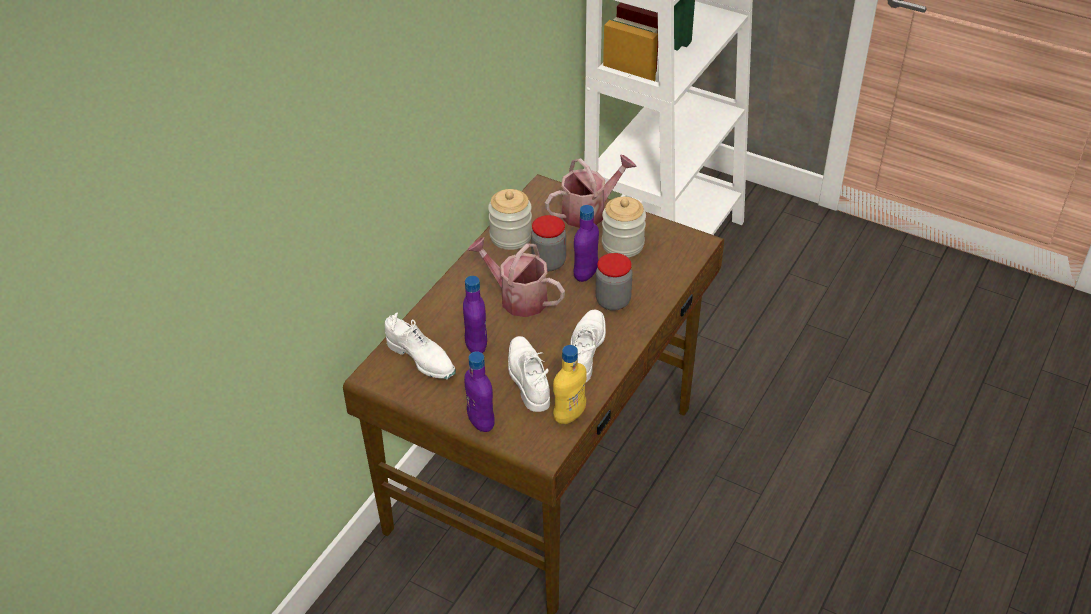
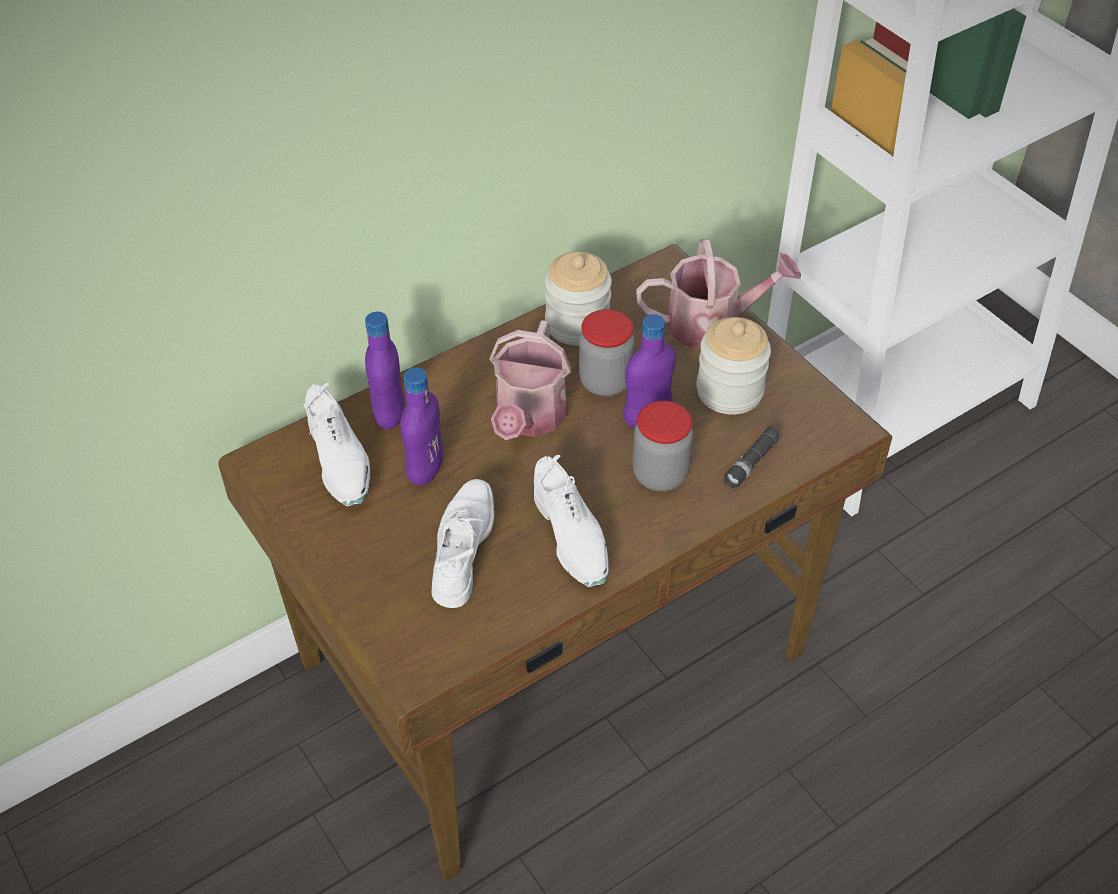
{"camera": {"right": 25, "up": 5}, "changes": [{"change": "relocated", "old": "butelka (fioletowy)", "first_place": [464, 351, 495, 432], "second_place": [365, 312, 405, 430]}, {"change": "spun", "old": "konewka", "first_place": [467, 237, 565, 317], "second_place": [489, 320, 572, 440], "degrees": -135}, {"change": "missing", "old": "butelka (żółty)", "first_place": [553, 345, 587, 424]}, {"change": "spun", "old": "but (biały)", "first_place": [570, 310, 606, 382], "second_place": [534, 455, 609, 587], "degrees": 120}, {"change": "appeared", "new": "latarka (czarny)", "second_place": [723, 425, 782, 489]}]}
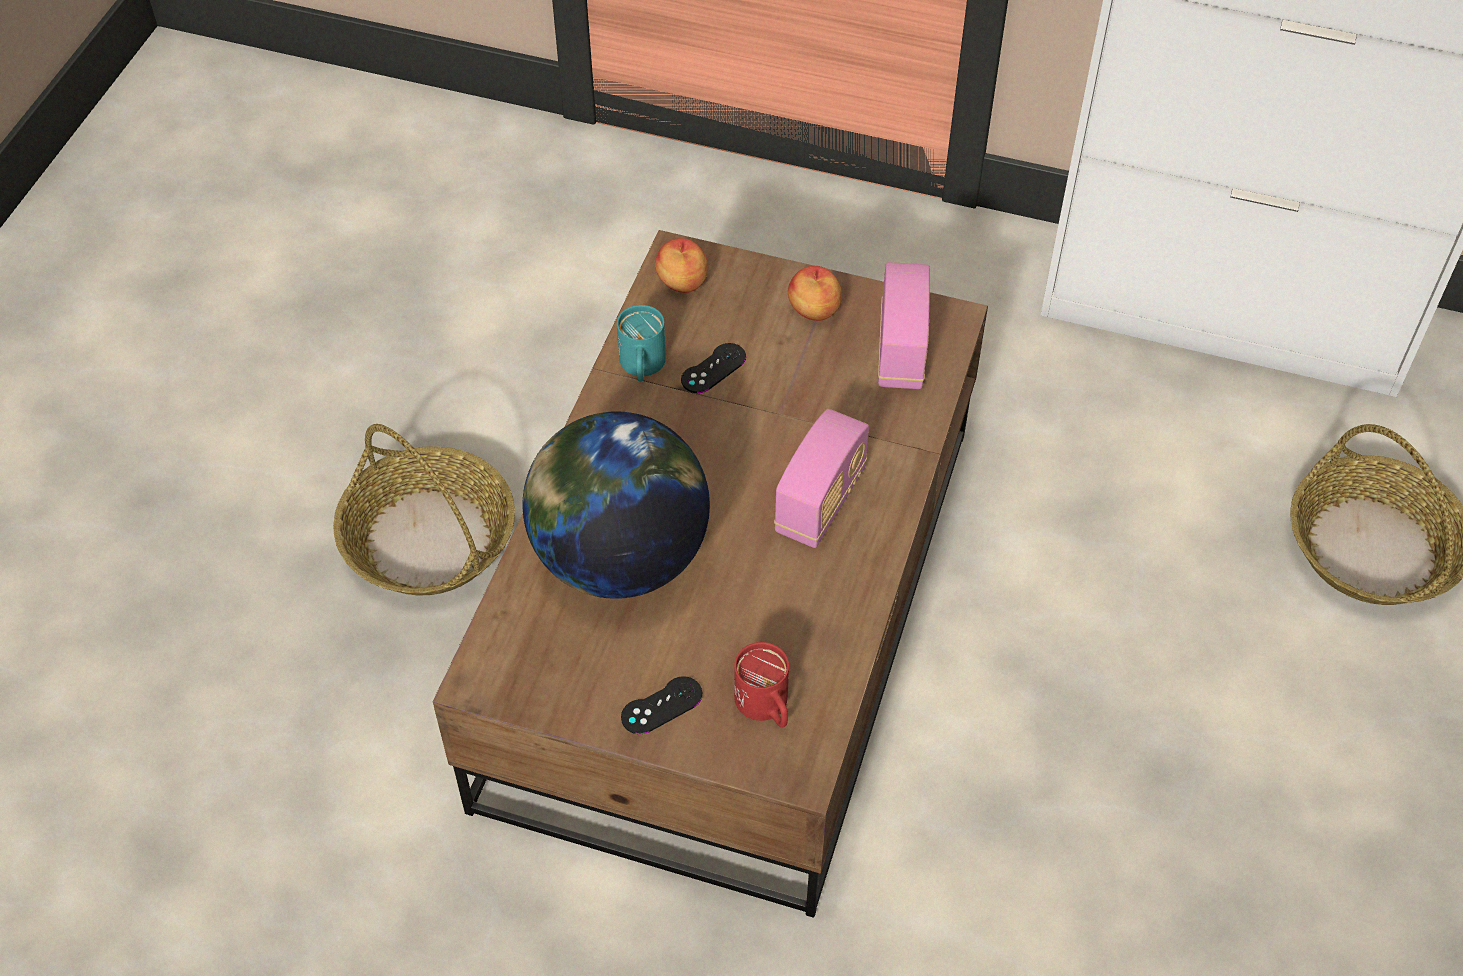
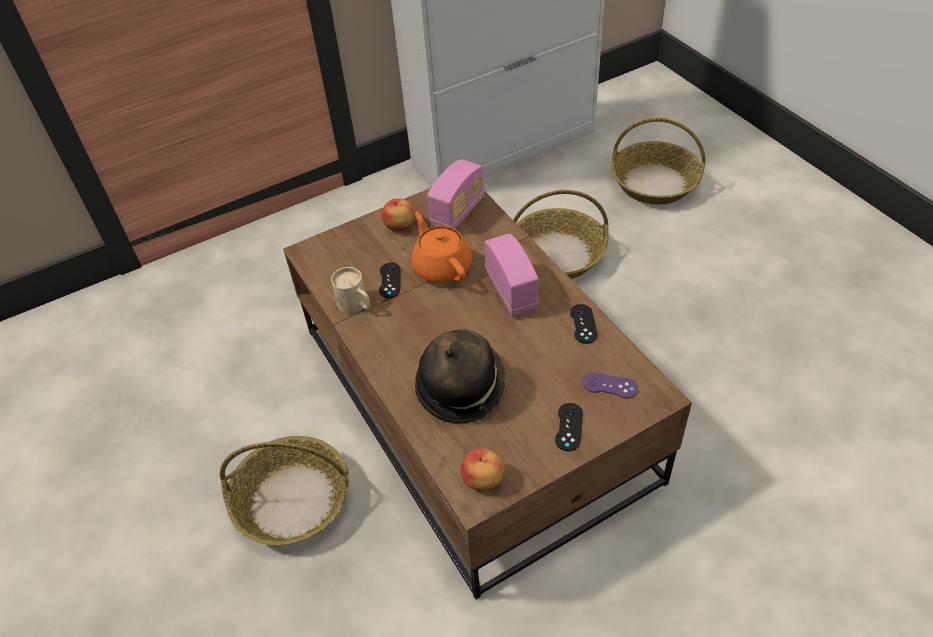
{"camera": {"right": -45, "up": -5}, "changes": [{"change": "exchanged", "old": "globus", "new": "kapelusz", "first_place": [522, 411, 710, 599], "second_place": [415, 329, 506, 424]}, {"change": "colour", "old": "kubek (turkusowy)", "new": "kubek (beżowy)", "first_place": [617, 305, 666, 382], "second_place": [331, 267, 370, 313]}, {"change": "relocated", "old": "jabłko", "first_place": [655, 238, 708, 293], "second_place": [461, 448, 505, 490]}, {"change": "exchanged", "old": "kubek (czerwony)", "new": "pad do gier (fioletowy)", "first_place": [734, 642, 789, 728], "second_place": [583, 373, 638, 398]}, {"change": "spun", "old": "radio", "first_place": [878, 262, 930, 389], "second_place": [427, 159, 485, 229], "degrees": 75}, {"change": "appeared", "new": "imbryk (pomarańczowy)", "second_place": [412, 212, 472, 283]}, {"change": "appeared", "new": "koszyk", "second_place": [513, 190, 609, 279]}, {"change": "appeared", "new": "pad do gier (czarny)", "second_place": [570, 304, 598, 344]}]}
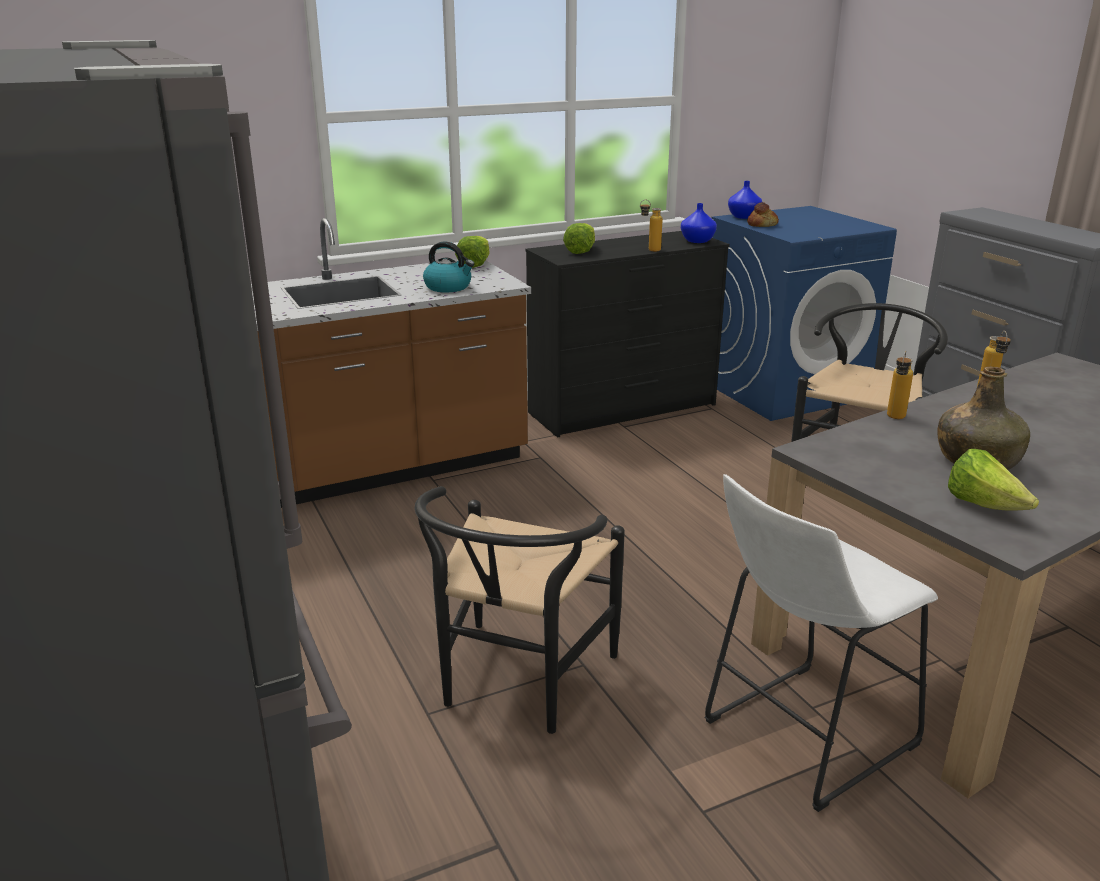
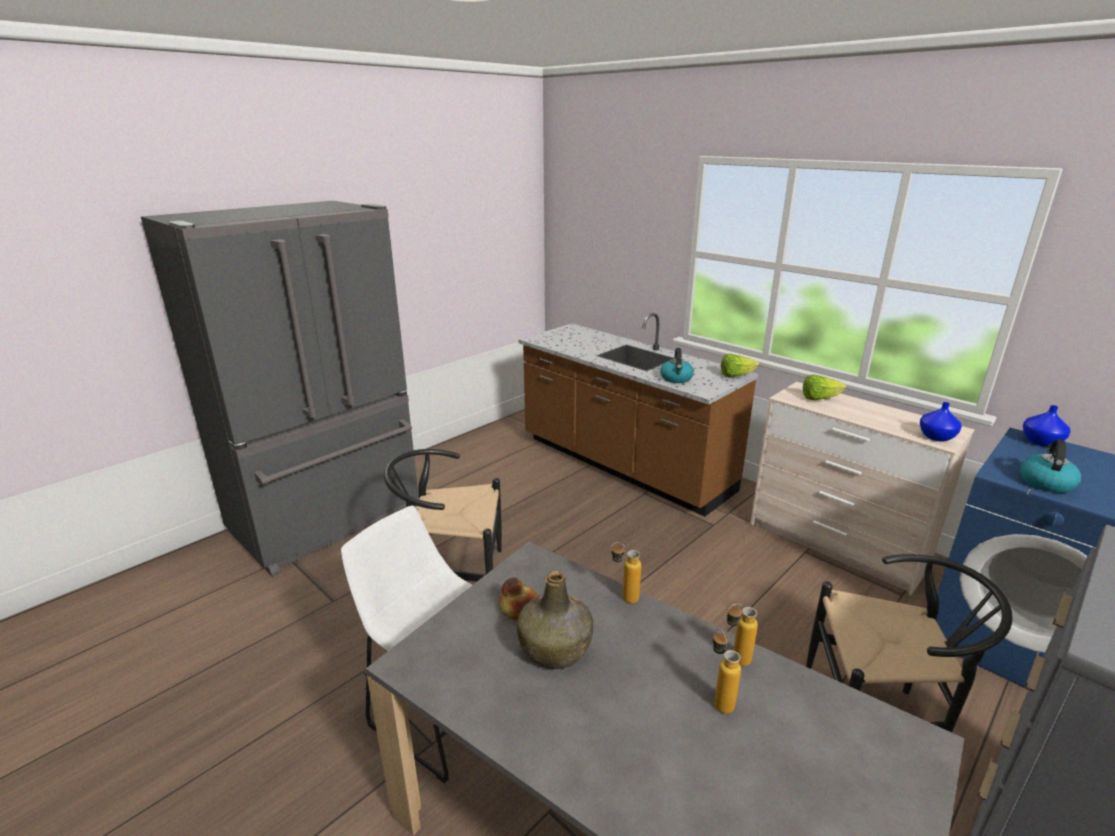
{"camera": {"right": 70, "up": 0}, "changes": [{"change": "colour", "old": "komoda (czarny)", "new": "komoda (beżowy)", "first_place": [526, 231, 730, 438], "second_place": [750, 382, 975, 595]}, {"change": "relocated", "old": "butelka", "first_place": [640, 200, 663, 252], "second_place": [713, 628, 741, 714]}, {"change": "relocated", "old": "chleb", "first_place": [747, 202, 779, 227], "second_place": [499, 577, 538, 620]}, {"change": "missing", "old": "sałata", "first_place": [948, 449, 1039, 511]}, {"change": "appeared", "new": "czajnik", "second_place": [1020, 439, 1081, 493]}]}
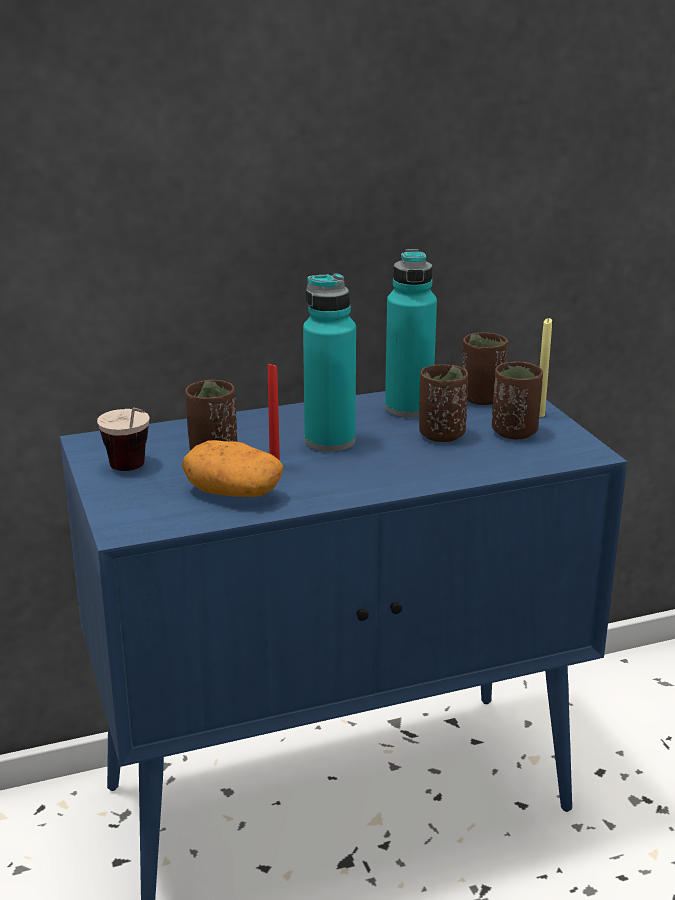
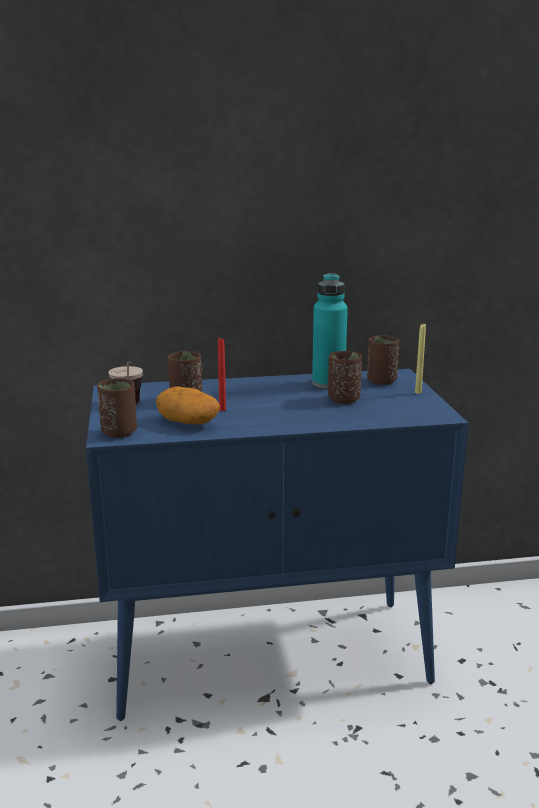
{"camera": {"right": 10, "up": -5}, "changes": [{"change": "missing", "old": "butelka (turkusowy)", "first_place": [303, 274, 356, 452]}, {"change": "relocated", "old": "filiżanka (brązowy)", "first_place": [492, 362, 543, 439], "second_place": [97, 378, 137, 438]}]}
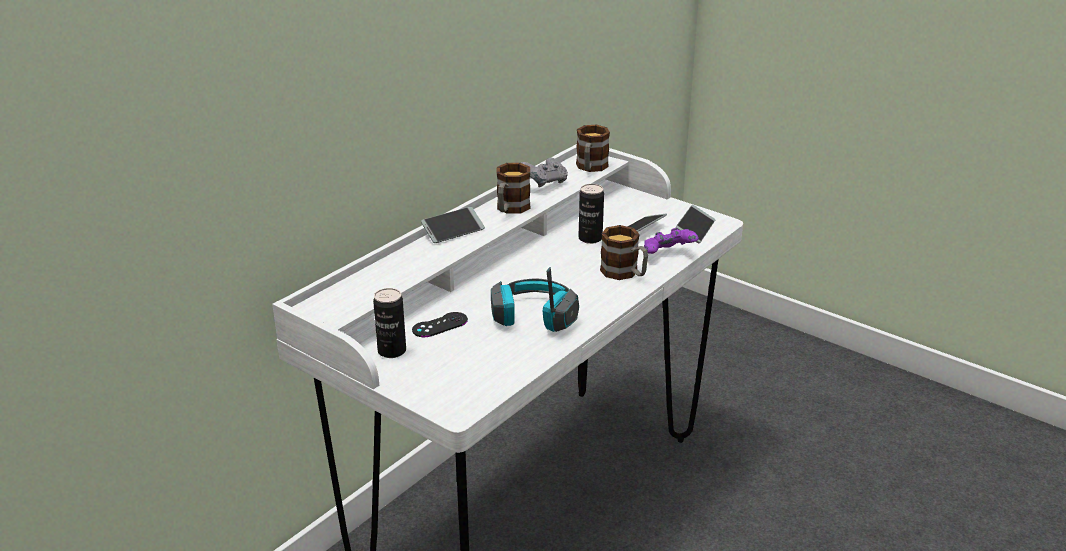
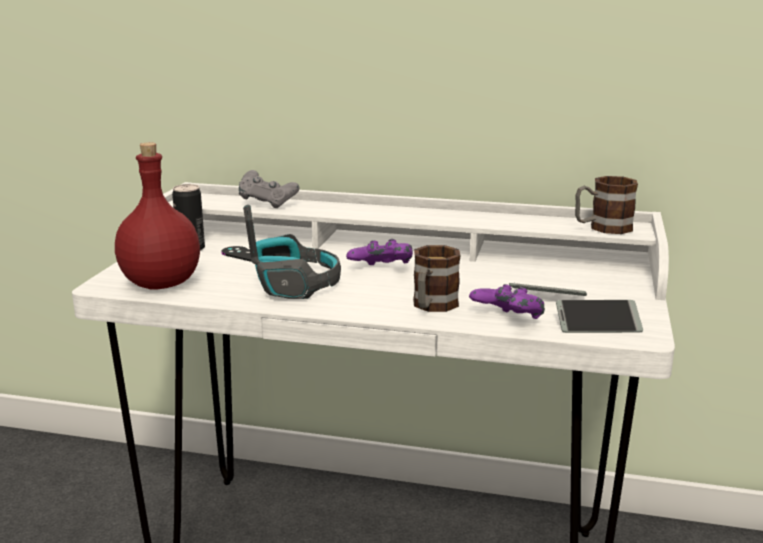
{"camera": {"right": 65, "up": -10}, "changes": [{"change": "missing", "old": "telefon", "first_place": [421, 207, 485, 243]}, {"change": "missing", "old": "kubek", "first_place": [497, 163, 530, 214]}, {"change": "relocated", "old": "pad do gier (szary)", "first_place": [521, 157, 568, 187], "second_place": [239, 170, 299, 208]}, {"change": "missing", "old": "puszka", "first_place": [579, 184, 604, 244]}, {"change": "appeared", "new": "butelka (czerwony)", "second_place": [115, 142, 200, 289]}, {"change": "appeared", "new": "pad do gier (fioletowy)", "second_place": [346, 239, 413, 265]}]}
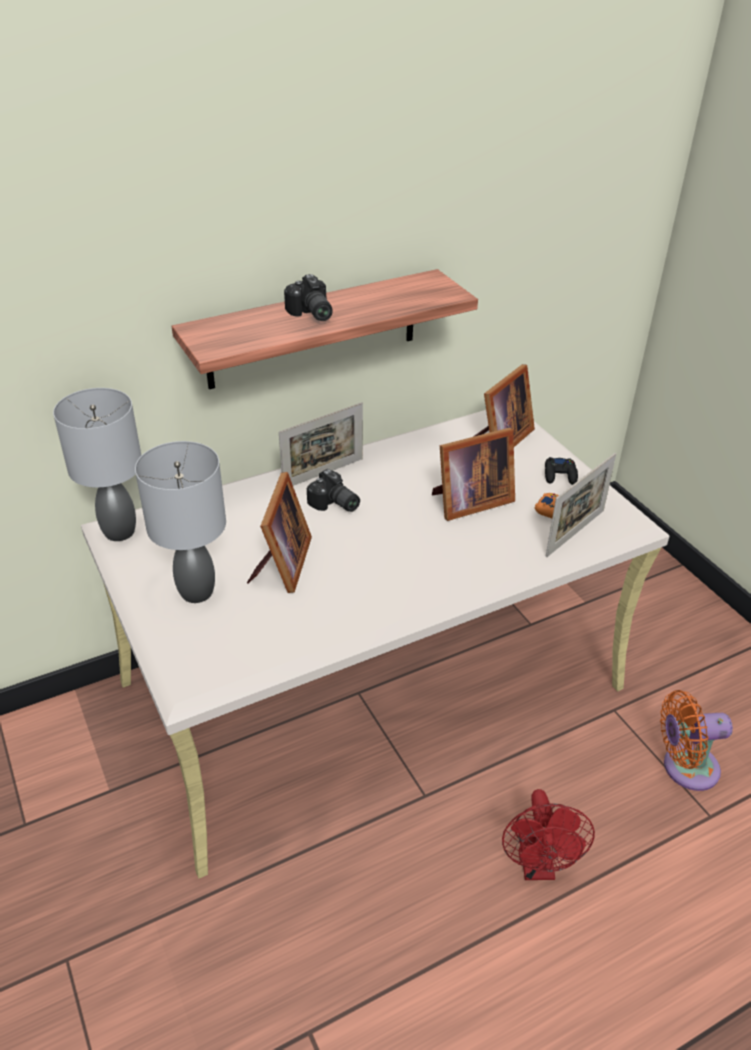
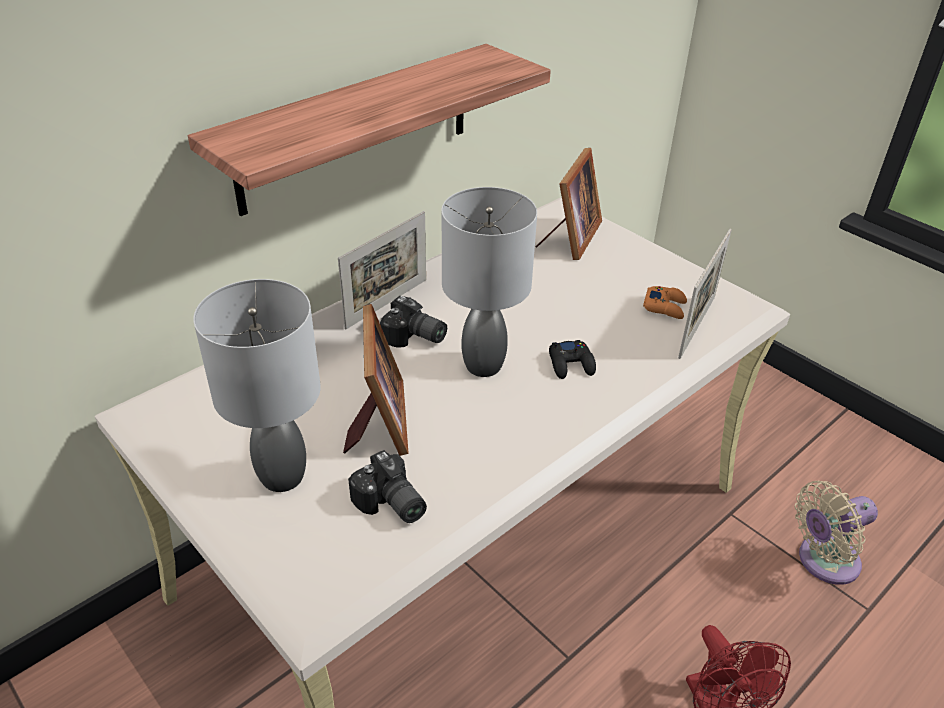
{"camera": {"right": -15, "up": 0}, "changes": [{"change": "relocated", "old": "lampa stołowa (szary)", "first_place": [53, 388, 142, 541], "second_place": [442, 187, 537, 377]}, {"change": "relocated", "old": "aparat fotograficzny", "first_place": [284, 274, 333, 321], "second_place": [348, 450, 427, 523]}, {"change": "missing", "old": "ramka na zdjęcie", "first_place": [432, 428, 515, 521]}, {"change": "relocated", "old": "pad do gier (czarny)", "first_place": [545, 457, 578, 485], "second_place": [549, 340, 596, 379]}, {"change": "colour", "old": "wentylator (pomarańczowy)", "new": "wentylator (beżowy)", "first_place": [660, 690, 733, 791], "second_place": [795, 481, 878, 585]}]}
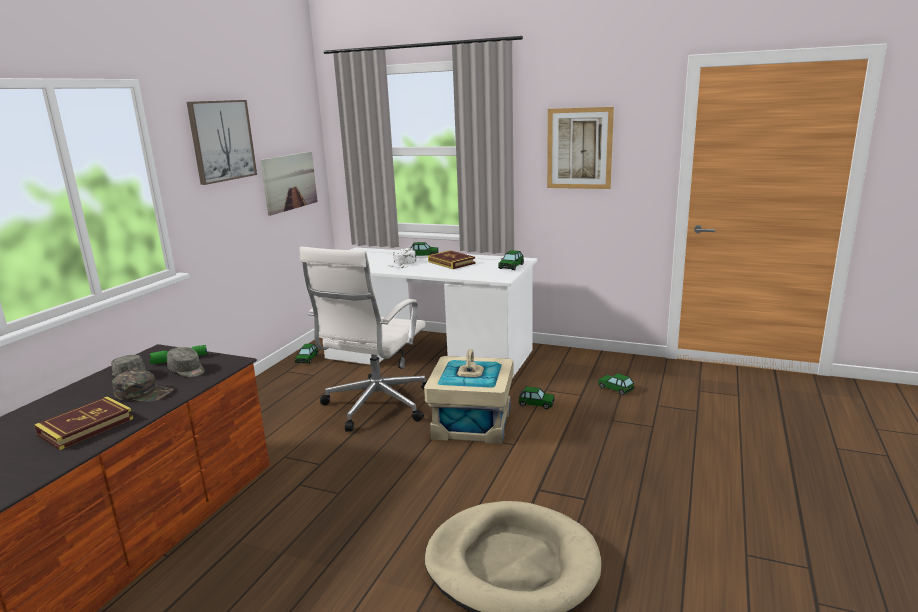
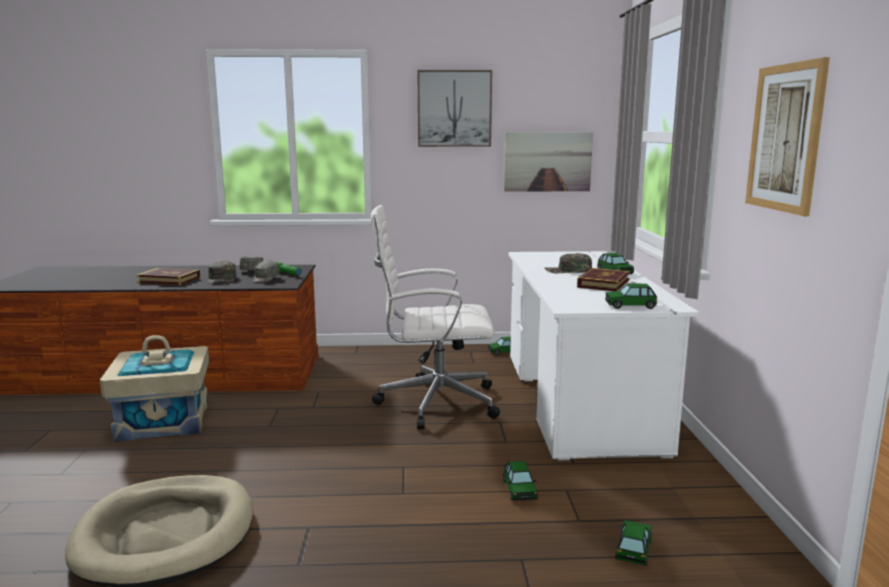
{"camera": {"right": 65, "up": -5}, "changes": [{"change": "colour", "old": "czapka z daszkiem (biały)", "new": "czapka z daszkiem (zielony)", "first_place": [387, 248, 416, 268], "second_place": [544, 253, 592, 273]}, {"change": "relocated", "old": "pojemnik do przechowywania (beżowy)", "first_place": [424, 349, 513, 444], "second_place": [100, 335, 209, 442]}]}
